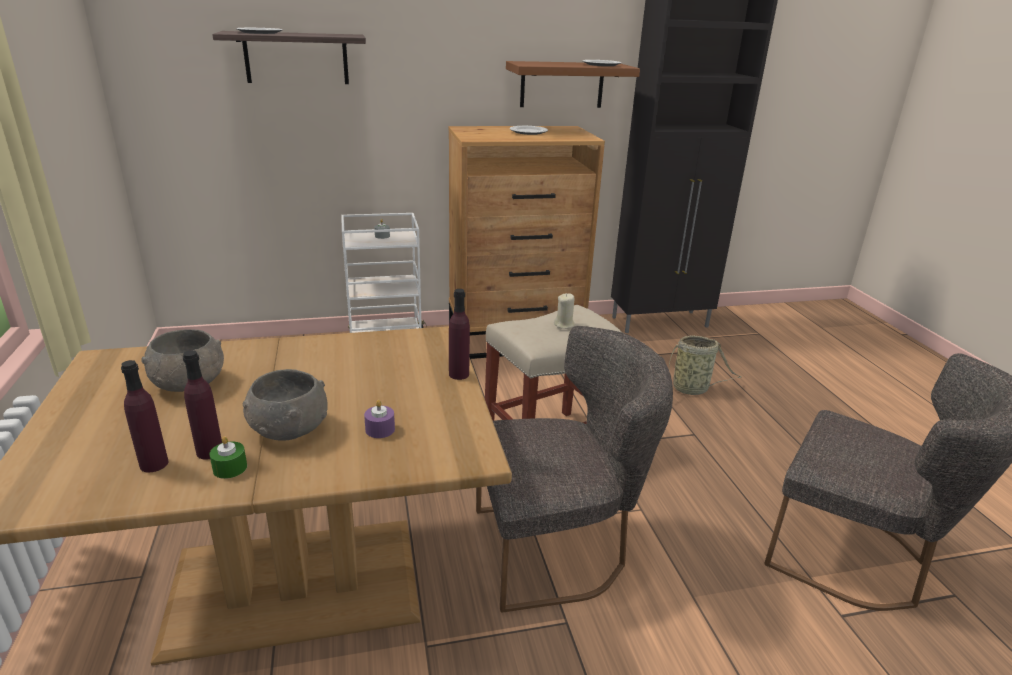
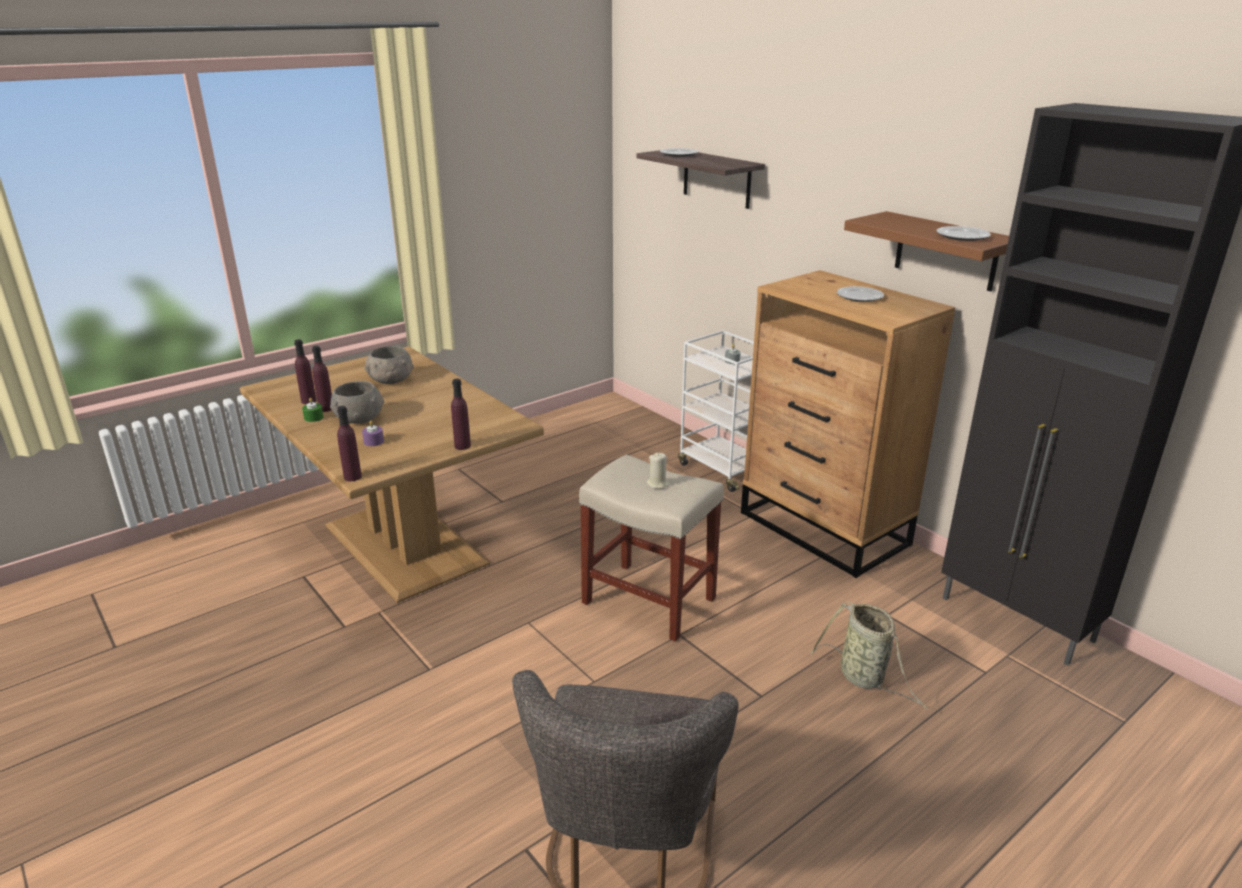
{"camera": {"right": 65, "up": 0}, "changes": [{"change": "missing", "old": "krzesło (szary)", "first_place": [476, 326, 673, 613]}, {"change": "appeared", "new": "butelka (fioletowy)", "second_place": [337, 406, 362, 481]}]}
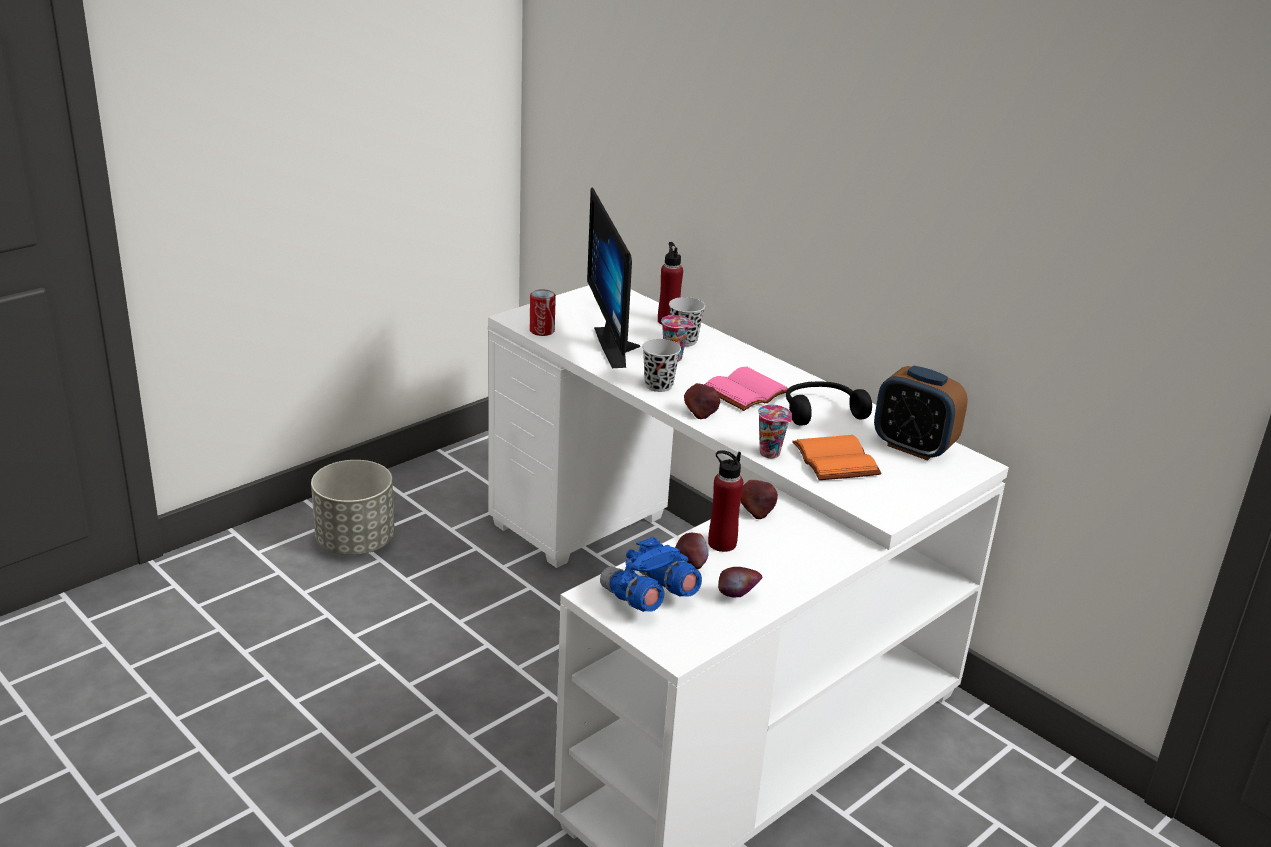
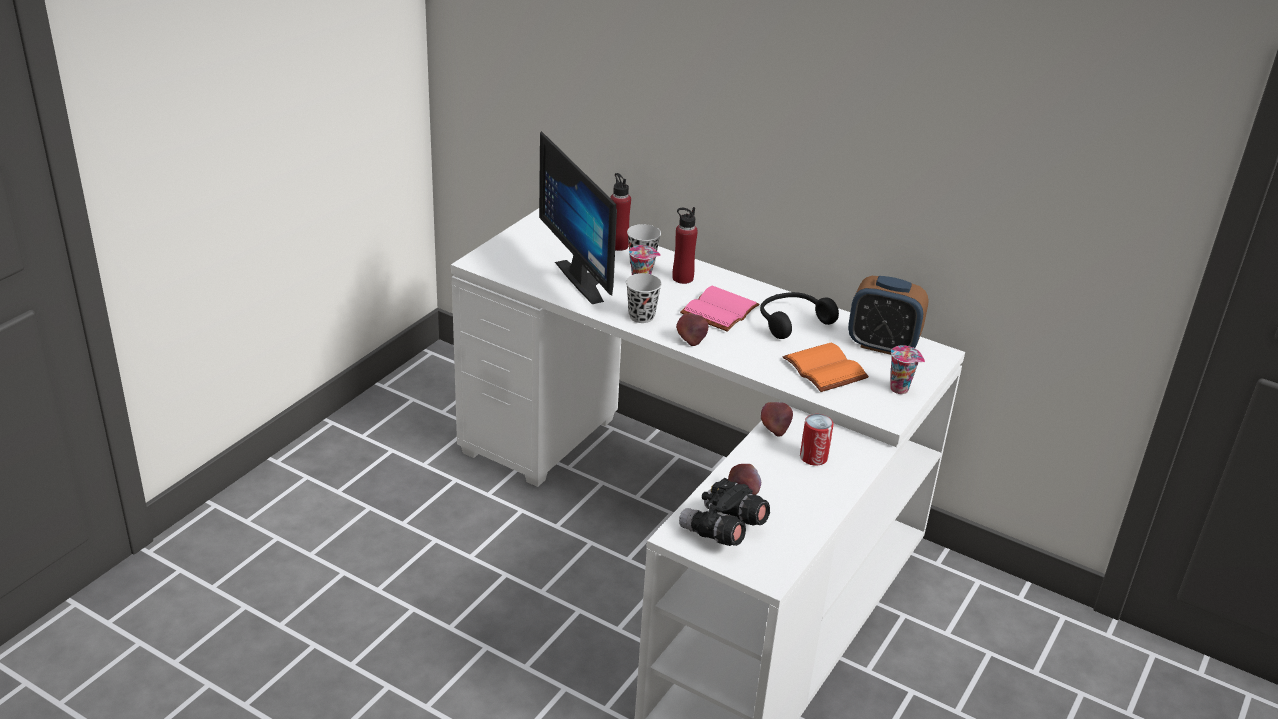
{"camera": {"right": -15, "up": 5}, "changes": [{"change": "missing", "old": "donica (szary)", "first_place": [311, 460, 395, 555]}, {"change": "relocated", "old": "puszka", "first_place": [530, 290, 556, 336], "second_place": [800, 414, 834, 466]}, {"change": "colour", "old": "lornetka (niebieski)", "new": "lornetka (czarny)", "first_place": [600, 537, 702, 612], "second_place": [679, 478, 770, 546]}, {"change": "relocated", "old": "butelka (czerwony)", "first_place": [708, 450, 743, 552], "second_place": [672, 207, 698, 284]}, {"change": "missing", "old": "jabłko", "first_place": [718, 567, 763, 598]}, {"change": "relocated", "old": "filiżanka", "first_place": [758, 405, 792, 458], "second_place": [890, 345, 925, 394]}]}
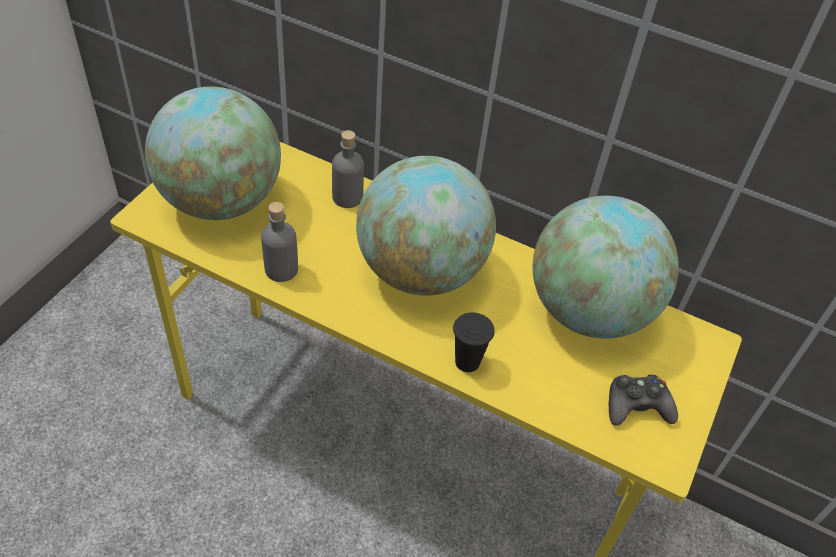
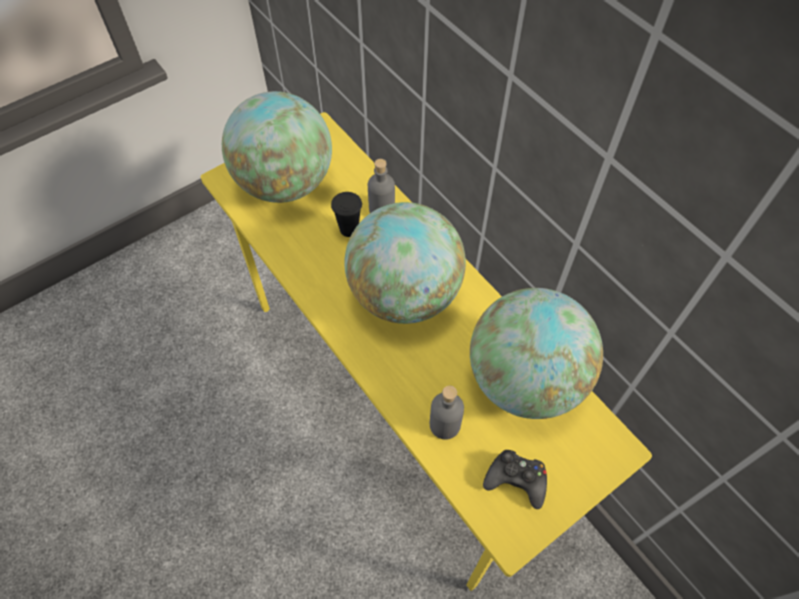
{"camera": {"right": 30, "up": 10}, "changes": [{"change": "relocated", "old": "butelka (szary)", "first_place": [261, 202, 298, 282], "second_place": [430, 386, 464, 440]}, {"change": "relocated", "old": "filiżanka (czarny)", "first_place": [453, 313, 495, 372], "second_place": [331, 192, 362, 237]}]}
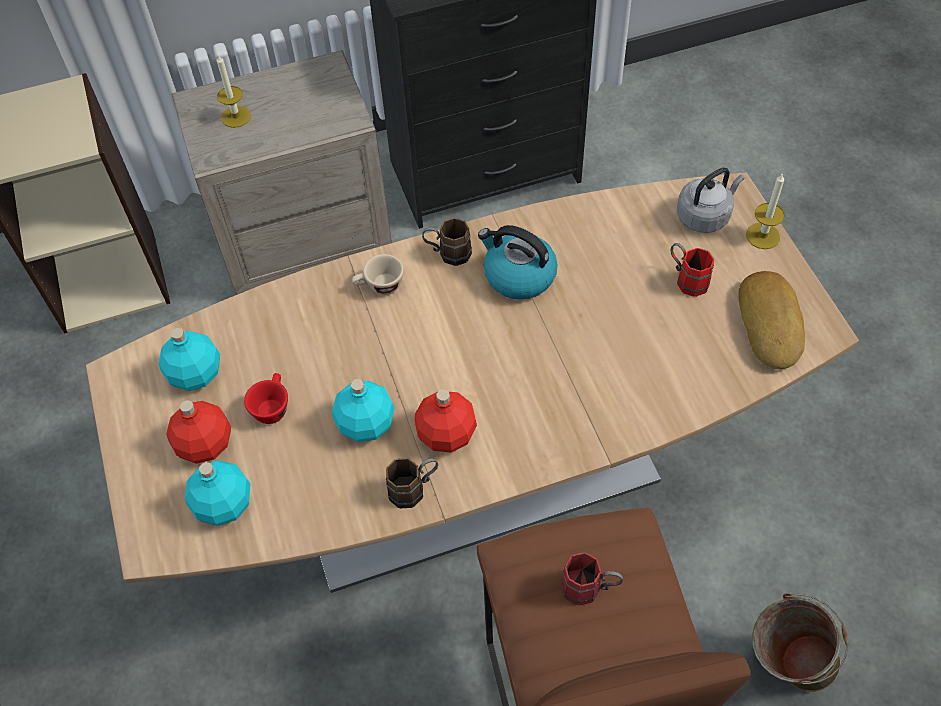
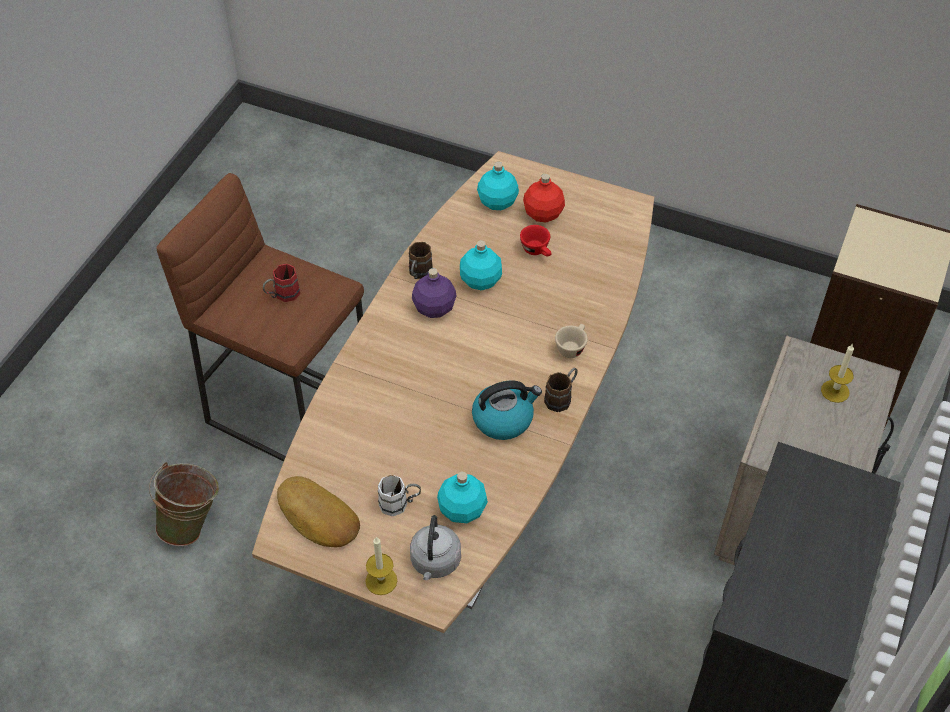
{"camera": {"right": 130, "up": -5}, "changes": [{"change": "relocated", "old": "butelka (turkusowy)", "first_place": [158, 328, 220, 391], "second_place": [437, 471, 488, 523]}, {"change": "colour", "old": "butelka (czerwony)", "new": "butelka (fioletowy)", "first_place": [414, 389, 477, 453], "second_place": [412, 268, 457, 318]}, {"change": "colour", "old": "kubek (czerwony)", "new": "kubek (biały)", "first_place": [671, 243, 714, 297], "second_place": [378, 475, 421, 516]}]}
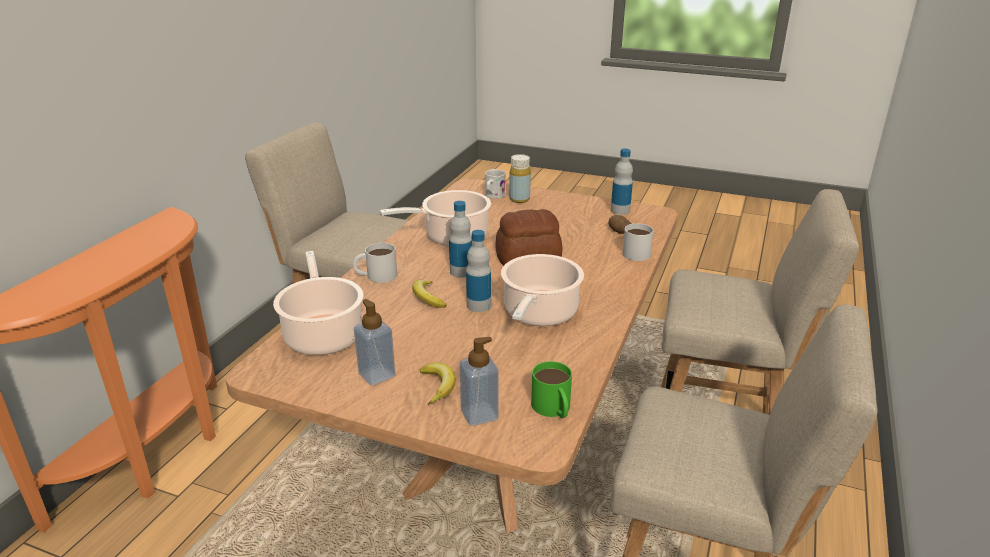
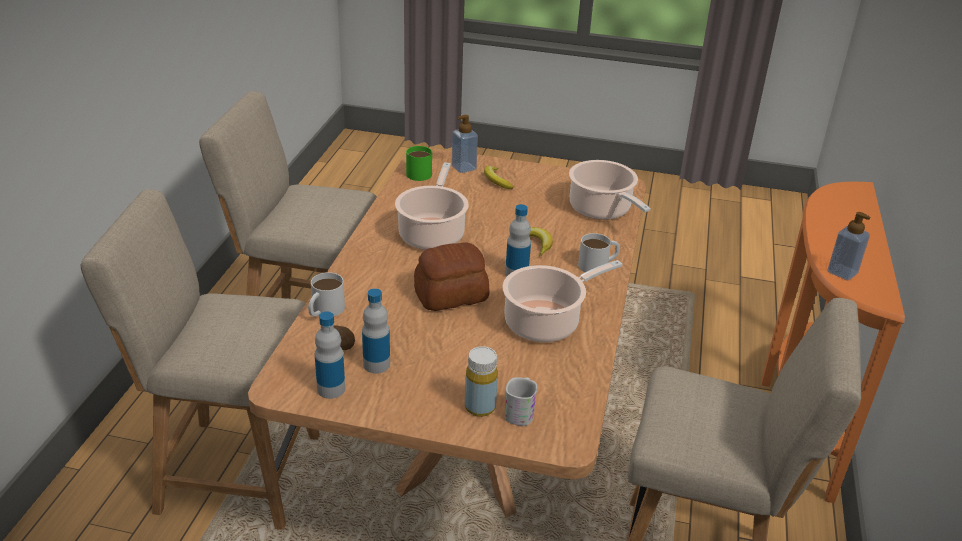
{"camera": {"right": 170, "up": 5}, "changes": [{"change": "relocated", "old": "dozownik mydła", "first_place": [354, 299, 395, 385], "second_place": [827, 212, 870, 280]}, {"change": "relocated", "old": "butelka", "first_place": [466, 230, 491, 312], "second_place": [362, 289, 390, 374]}]}
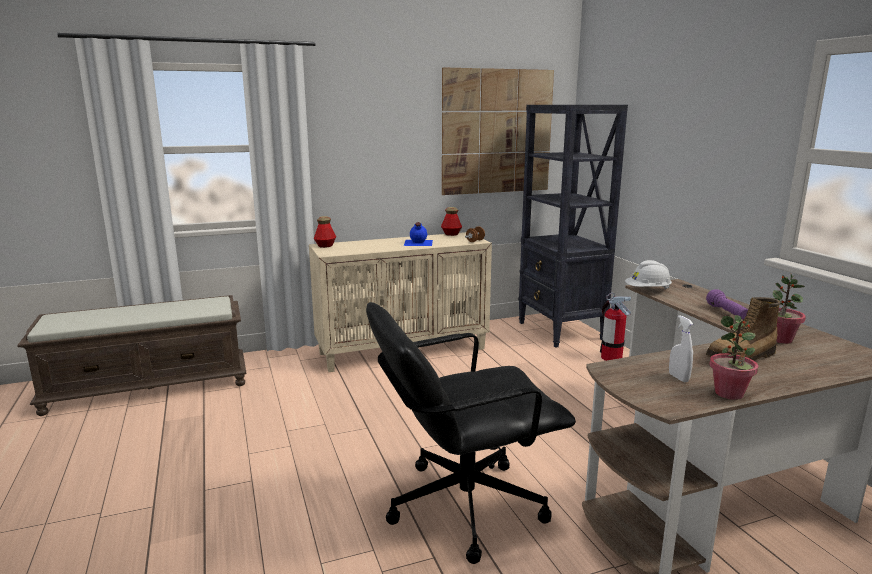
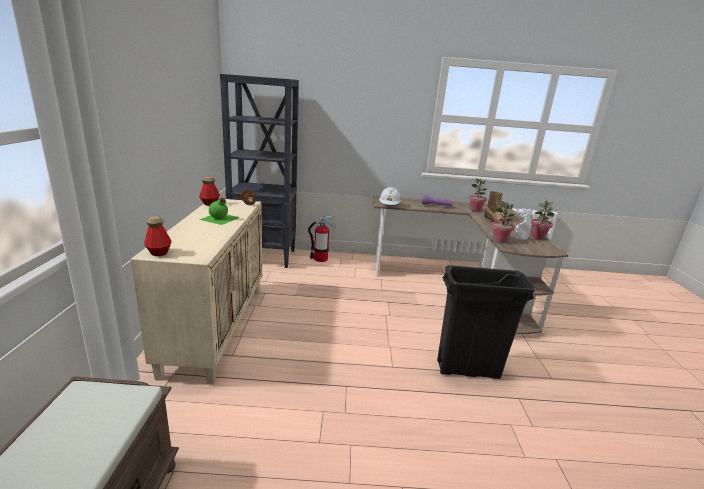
{"camera": {"right": -70, "up": 5}, "changes": [{"change": "exchanged", "old": "krzesło biurowe (czarny)", "new": "kosz na śmieci (czarny)", "first_place": [366, 302, 576, 564], "second_place": [437, 265, 536, 379]}, {"change": "colour", "old": "butelka (niebieski)", "new": "butelka (zielony)", "first_place": [404, 222, 433, 246], "second_place": [199, 198, 240, 225]}, {"change": "missing", "old": "obraz", "first_place": [442, 67, 554, 195]}, {"change": "appeared", "new": "roślina doniczkowa", "second_place": [492, 201, 515, 243]}]}
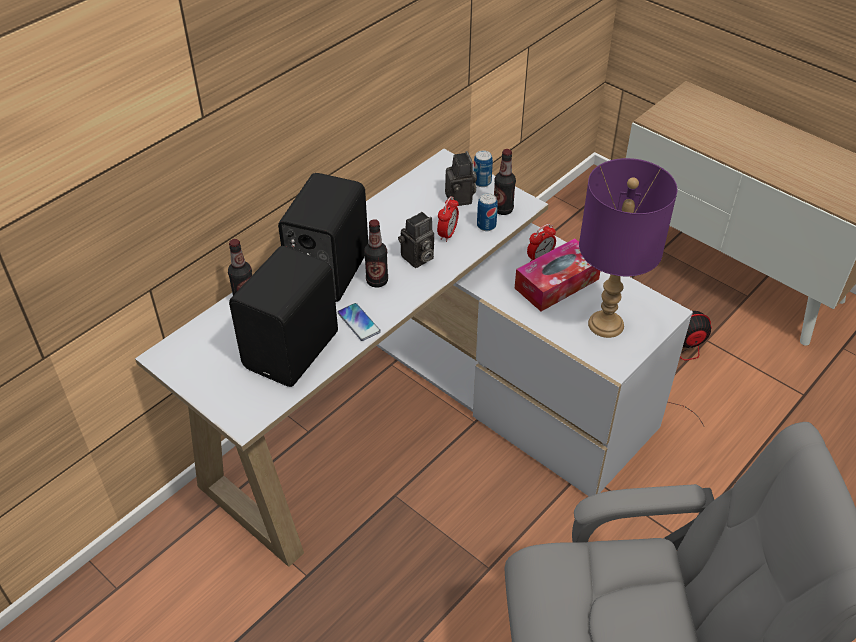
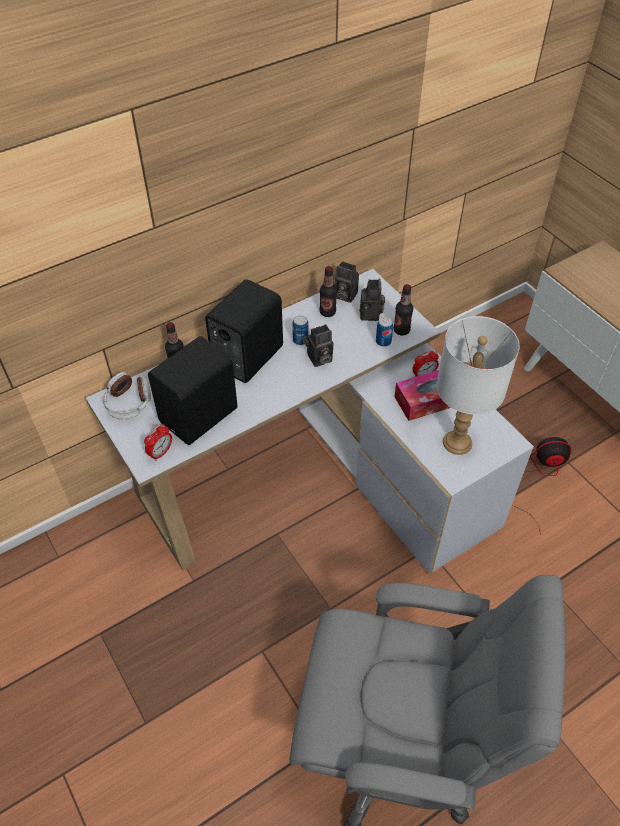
{"camera": {"right": 15, "up": 5}, "changes": [{"change": "missing", "old": "telefon", "first_place": [337, 303, 381, 341]}, {"change": "relocated", "old": "butelka", "first_place": [364, 219, 388, 288], "second_place": [320, 266, 337, 317]}, {"change": "relocated", "old": "budzik", "first_place": [437, 196, 459, 242], "second_place": [144, 424, 172, 461]}, {"change": "relocated", "old": "puszka", "first_place": [473, 150, 493, 187], "second_place": [292, 315, 309, 345]}, {"change": "colour", "old": "lampa stołowa (fioletowy)", "new": "lampa stołowa (biały)", "first_place": [579, 158, 677, 338], "second_place": [436, 316, 520, 455]}, {"change": "appeared", "new": "słuchawki", "second_place": [103, 372, 151, 419]}, {"change": "appeared", "new": "aparat fotograficzny", "second_place": [335, 261, 359, 303]}]}
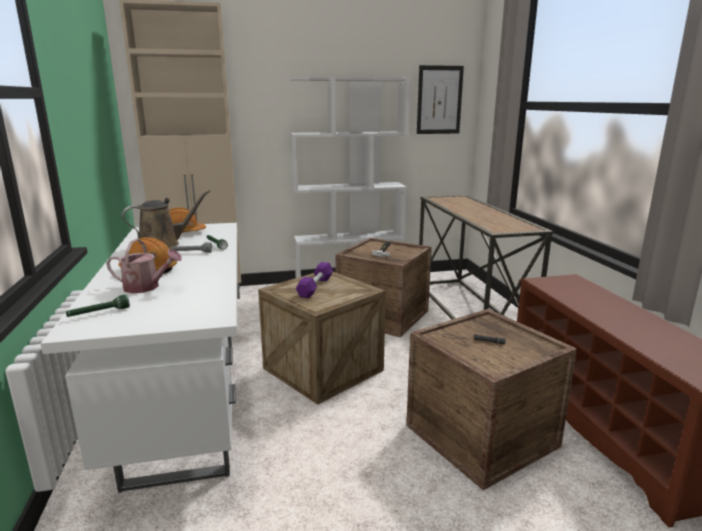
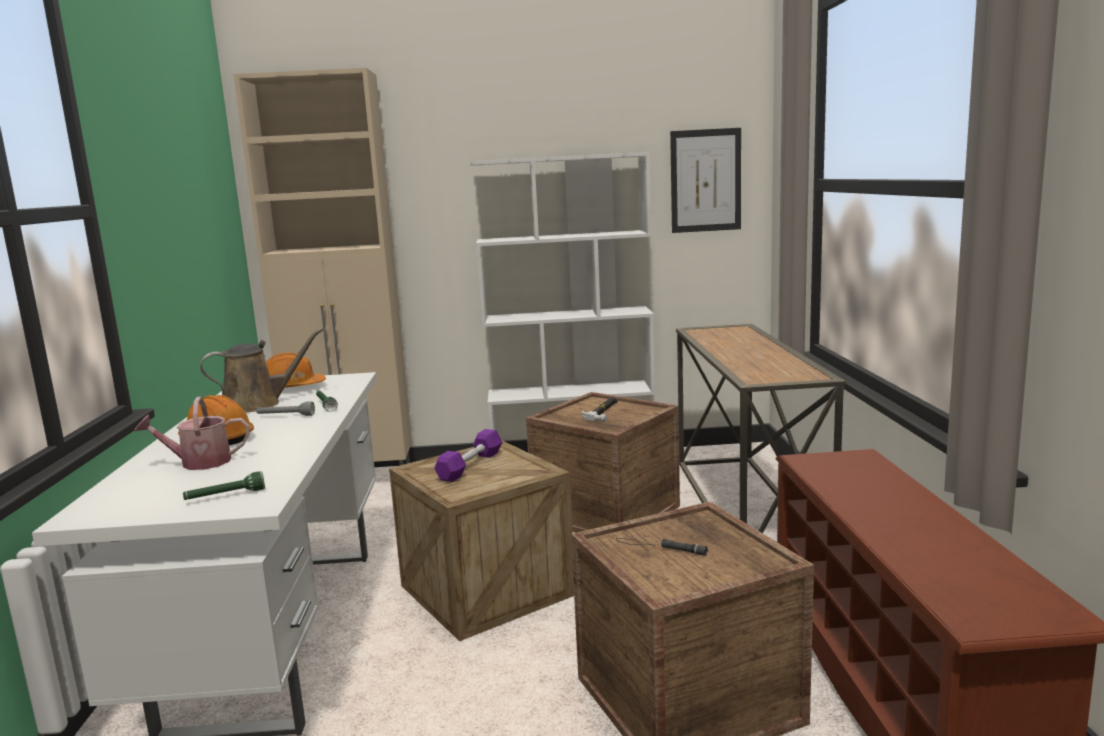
{"camera": {"right": 10, "up": -5}, "changes": [{"change": "relocated", "old": "latarka (zielony)", "first_place": [66, 295, 130, 317], "second_place": [183, 471, 265, 500]}, {"change": "spun", "old": "konewka", "first_place": [106, 238, 182, 293], "second_place": [134, 396, 250, 470], "degrees": 150}]}
